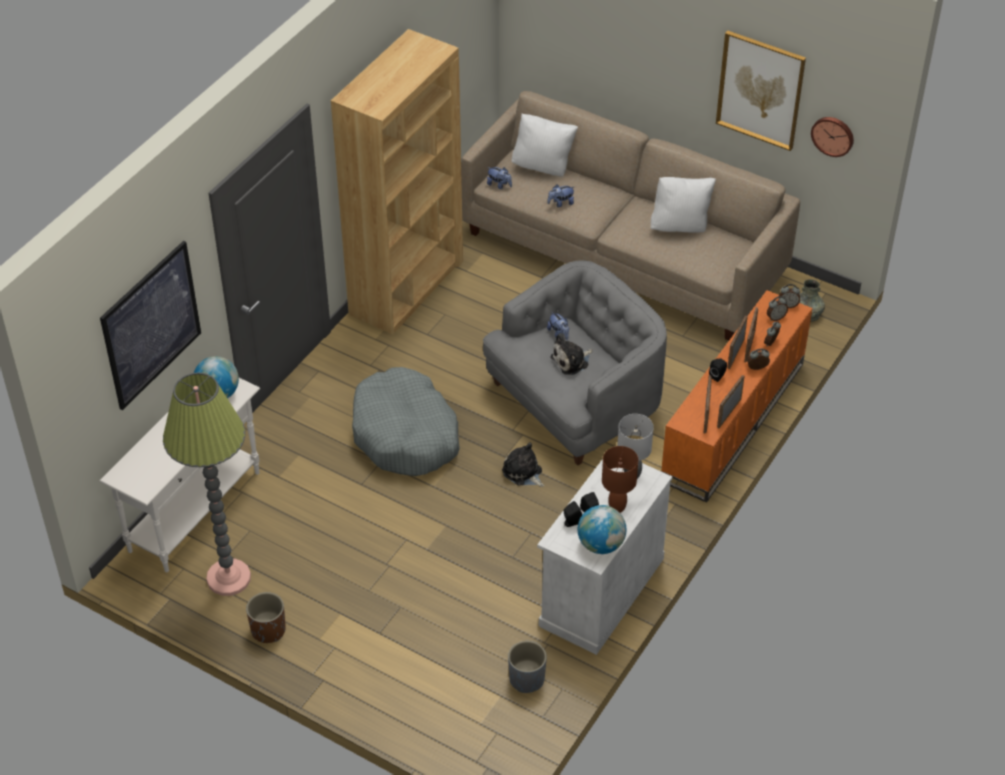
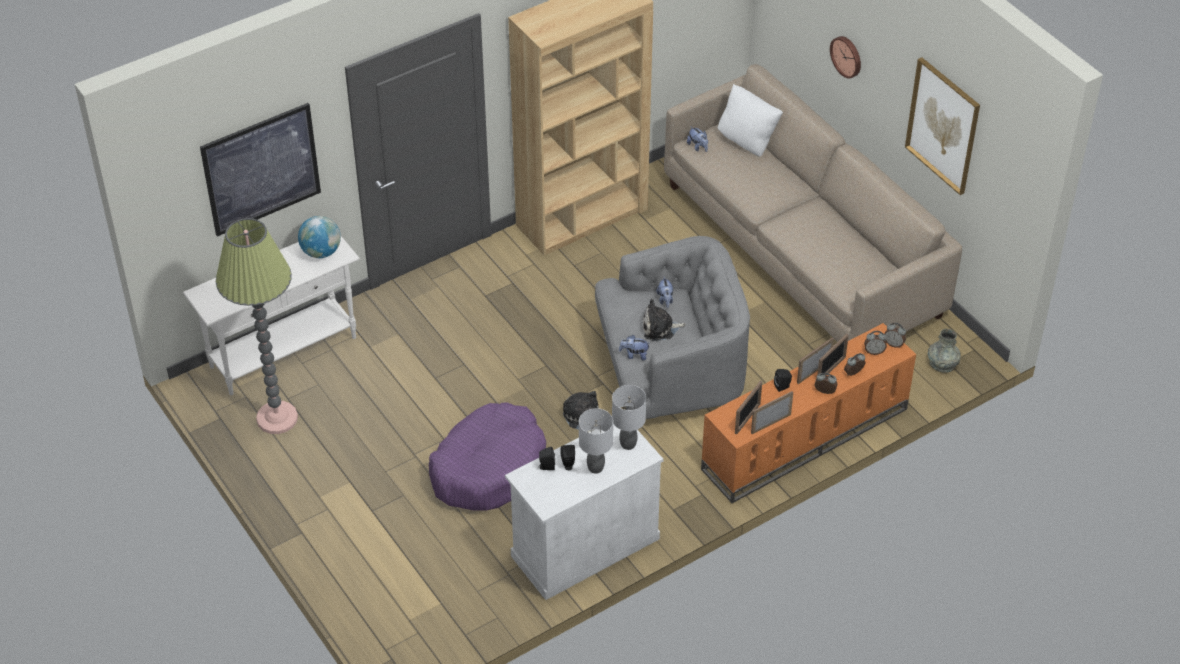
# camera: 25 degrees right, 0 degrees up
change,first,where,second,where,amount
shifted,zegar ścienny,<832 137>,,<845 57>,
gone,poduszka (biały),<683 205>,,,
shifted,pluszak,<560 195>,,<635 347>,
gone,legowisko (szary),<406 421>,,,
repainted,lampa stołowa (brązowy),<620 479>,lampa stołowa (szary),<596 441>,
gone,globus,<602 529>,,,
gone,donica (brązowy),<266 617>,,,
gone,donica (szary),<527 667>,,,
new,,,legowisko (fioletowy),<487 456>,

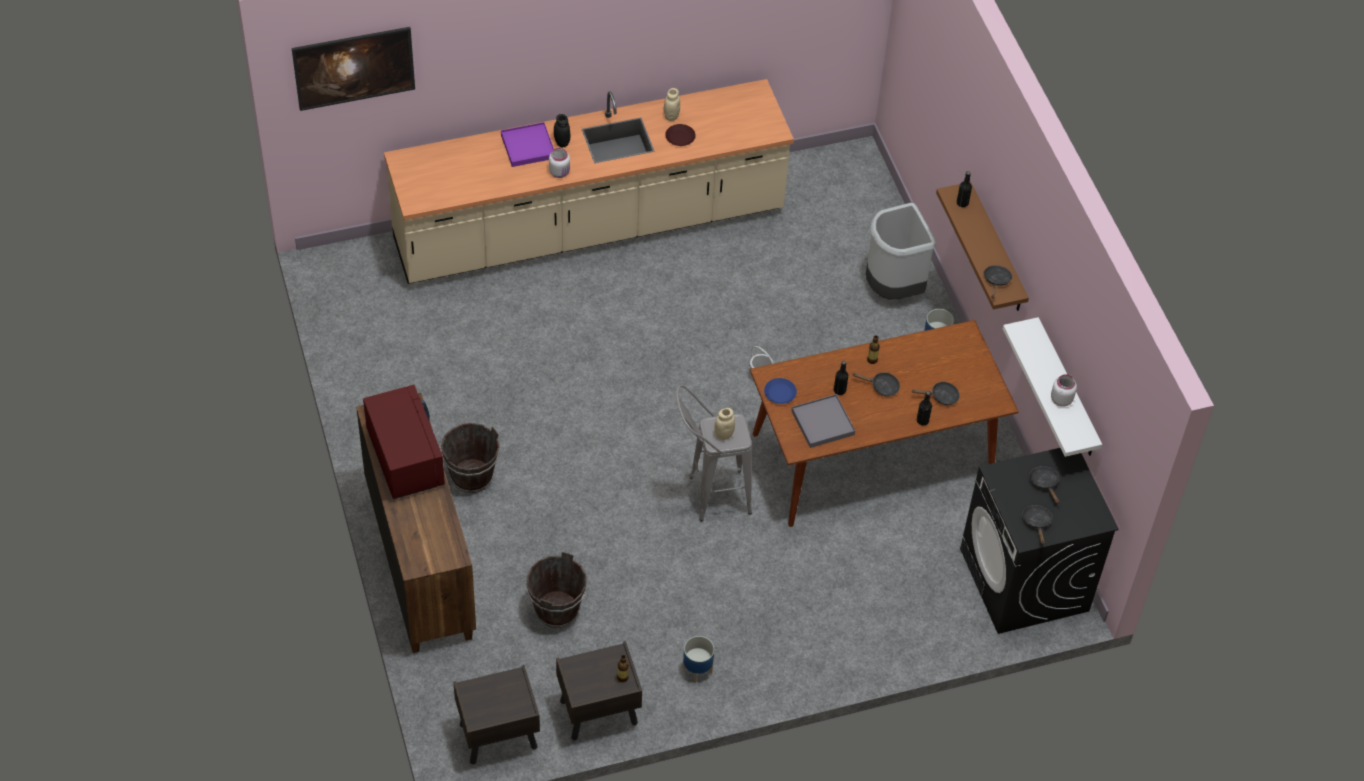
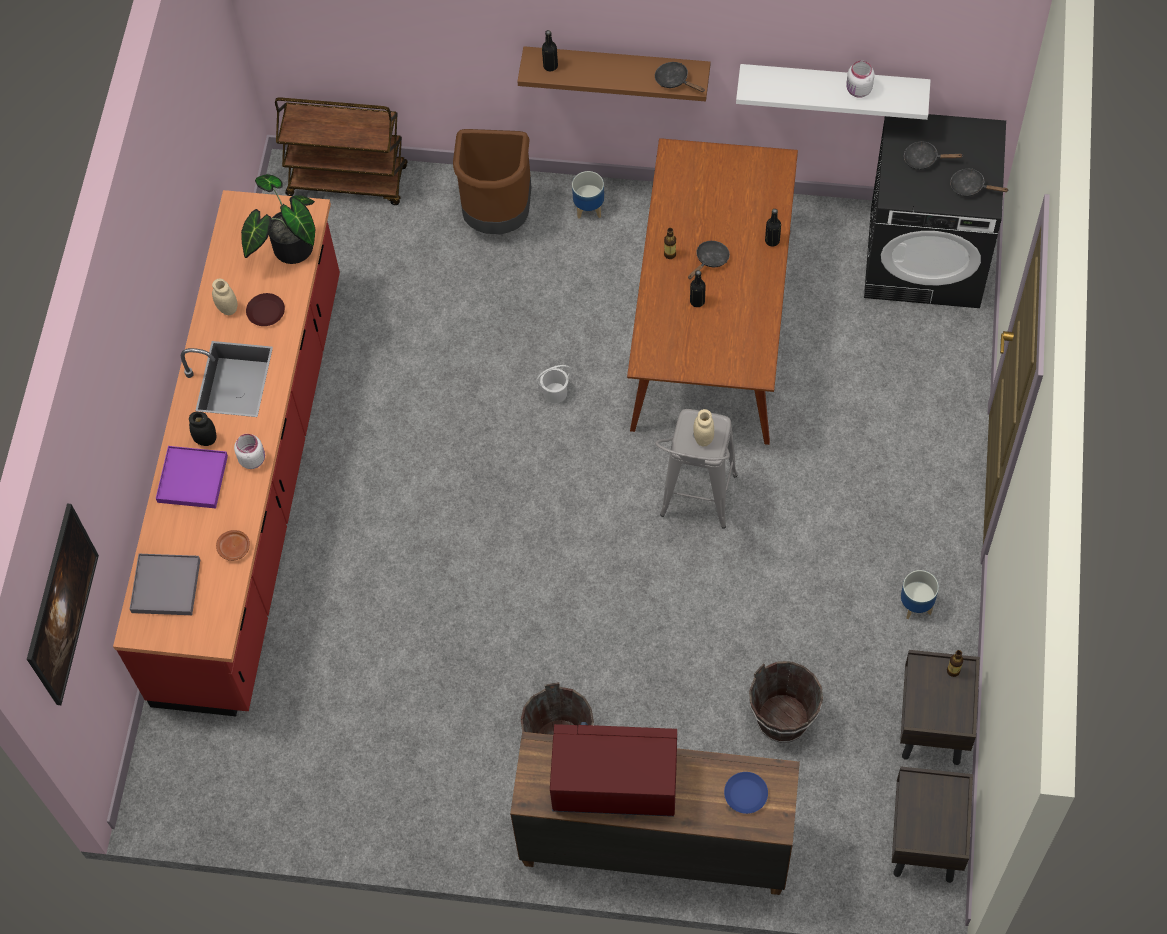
# camera: 60 degrees left, 10 degrees up
change,first,where,second,where,amount
repainted,zabudowa kuchenna (beżowy),<589 181>,zabudowa kuchenna (czerwony),<226 453>,
repainted,kosz na śmieci (szary),<901 251>,kosz na śmieci (brązowy),<492 181>,
shifted,talerz (niebieski),<780 391>,,<746 793>,
gone,patelnia (czarny),<935 393>,,,
shifted,taca (szary),<823 421>,,<165 584>,
new,,,wózek (brązowy),<341 151>,
new,,,roślina doniczkowa,<278 219>,
new,,,talerz (brązowy),<233 545>,

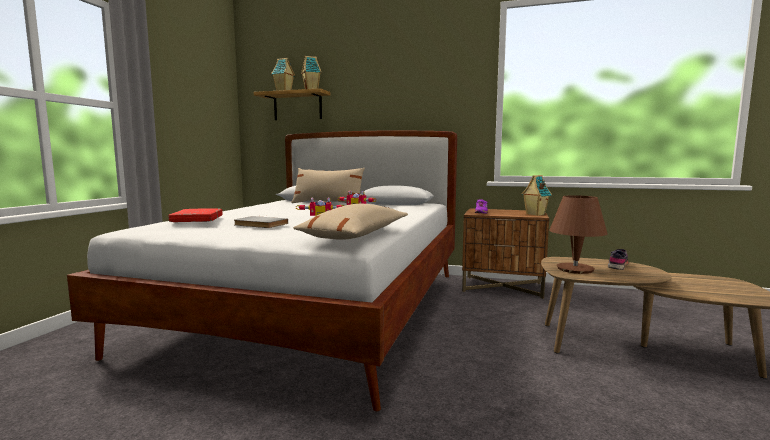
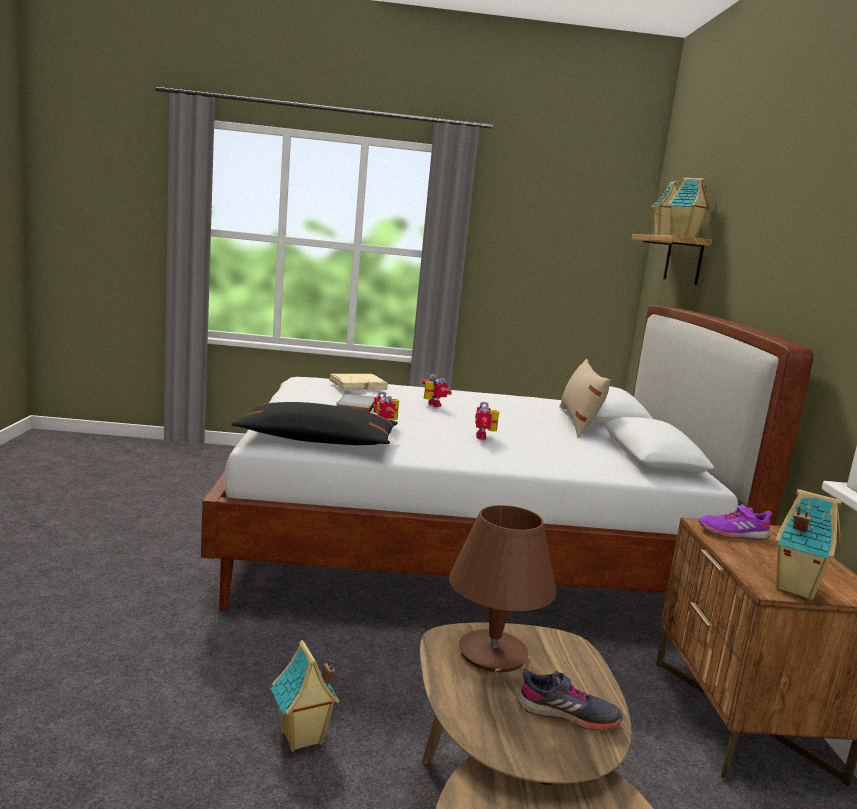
# camera: 70 degrees right, 5 degrees up
change,first,where,second,where,amount
repainted,poduszka (beżowy),<350 222>,poduszka (czarny),<314 423>,
repainted,książka (czerwony),<195 215>,książka (beżowy),<359 382>,
new,,,robot zabawkowy,<437 390>,
new,,,domek,<305 696>,

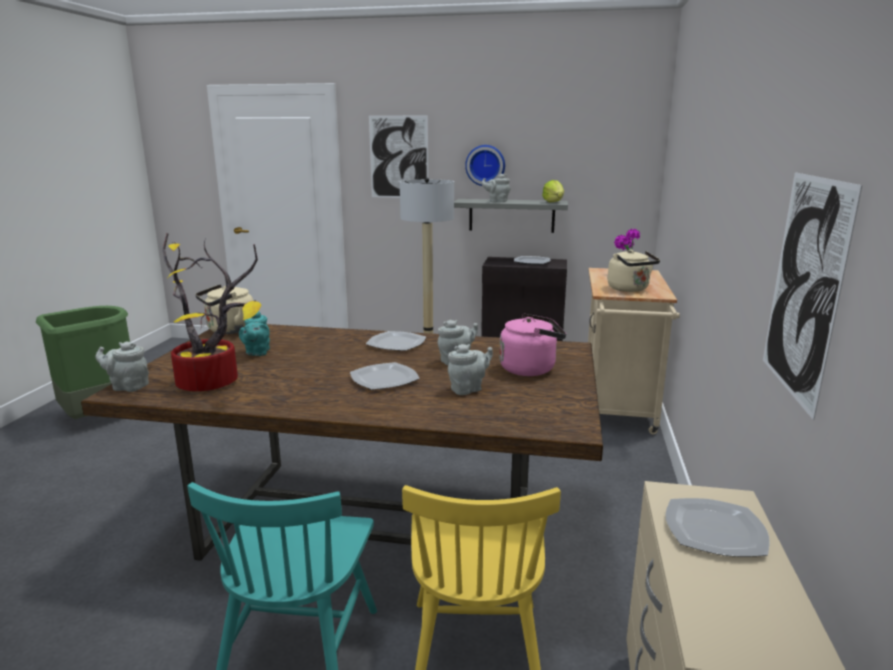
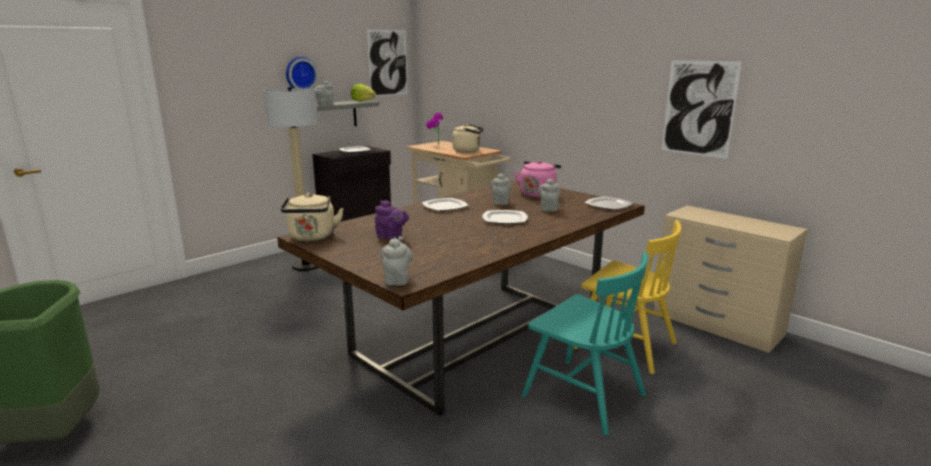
# camera: 55 degrees left, 0 degrees up
change,first,where,second,where,amount
shifted,obraz,<398 156>,,<387 62>,
gone,roślina doniczkowa,<212 312>,,,
repainted,imbryk (turkusowy),<254 333>,imbryk (fioletowy),<392 220>,
rotated,imbryk (szary),<122 366>,,<397 261>,135 degrees clockwise
shifted,talerz,<718 527>,,<608 203>,

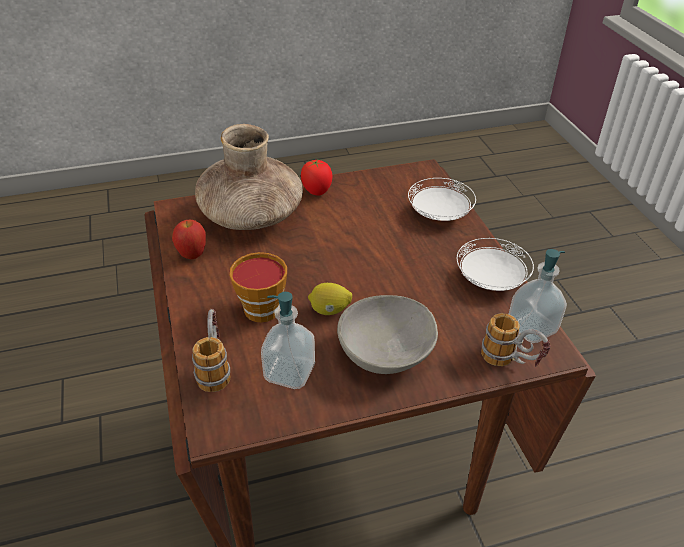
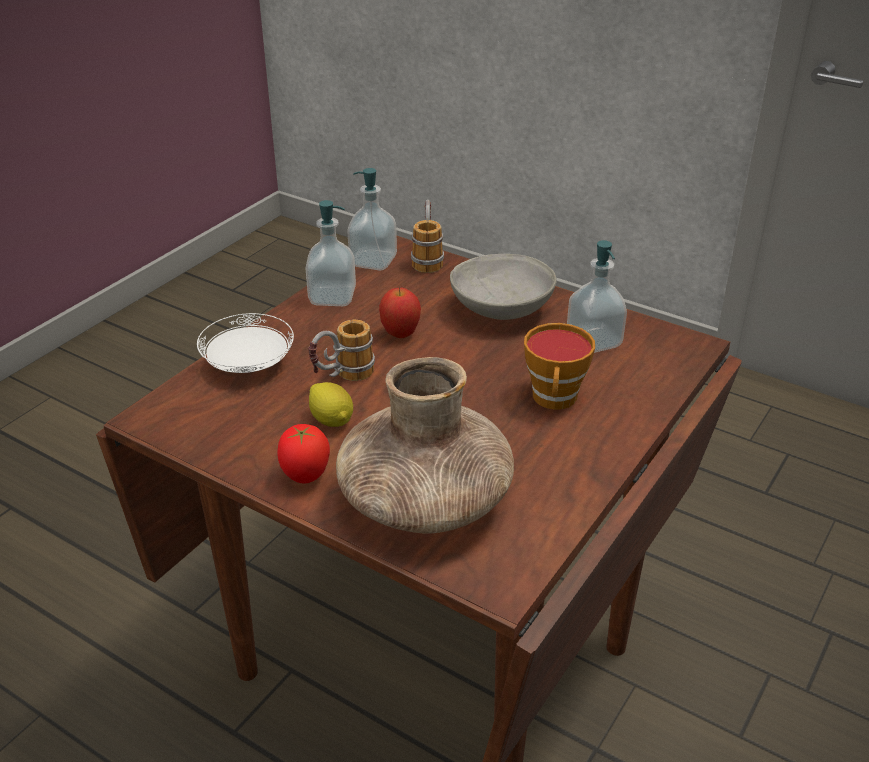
# camera: 130 degrees left, 5 degrees down
change,first,where,second,where,amount
shifted,jabłko,<189 239>,,<400 313>,
swapped,talerz (biały),<495 264>,dozownik mydła,<331 253>,
shifted,cytryna,<330 299>,,<331 404>,
shifted,kubek,<211 350>,,<341 350>,

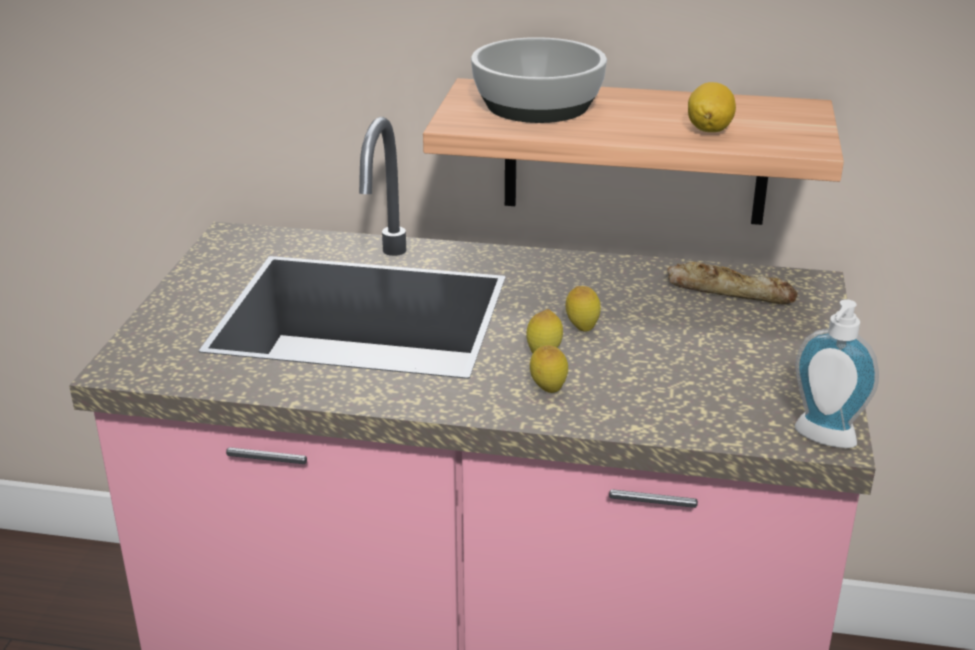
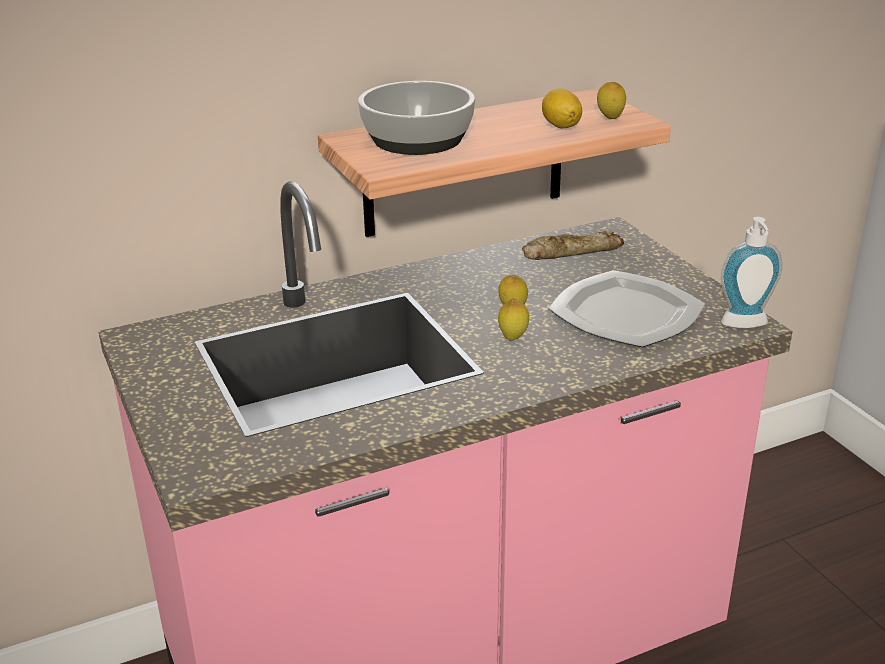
# camera: 35 degrees left, 0 degrees up
change,first,where,second,where,amount
shifted,cytryna,<549 369>,,<611 100>,
new,,,talerz,<626 308>,

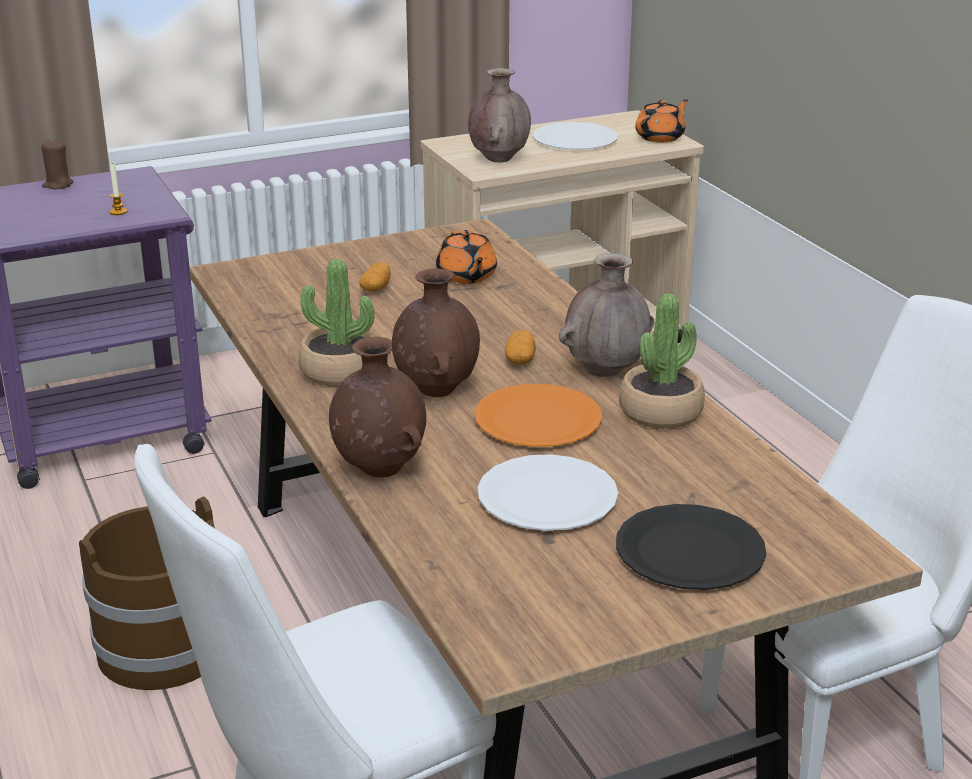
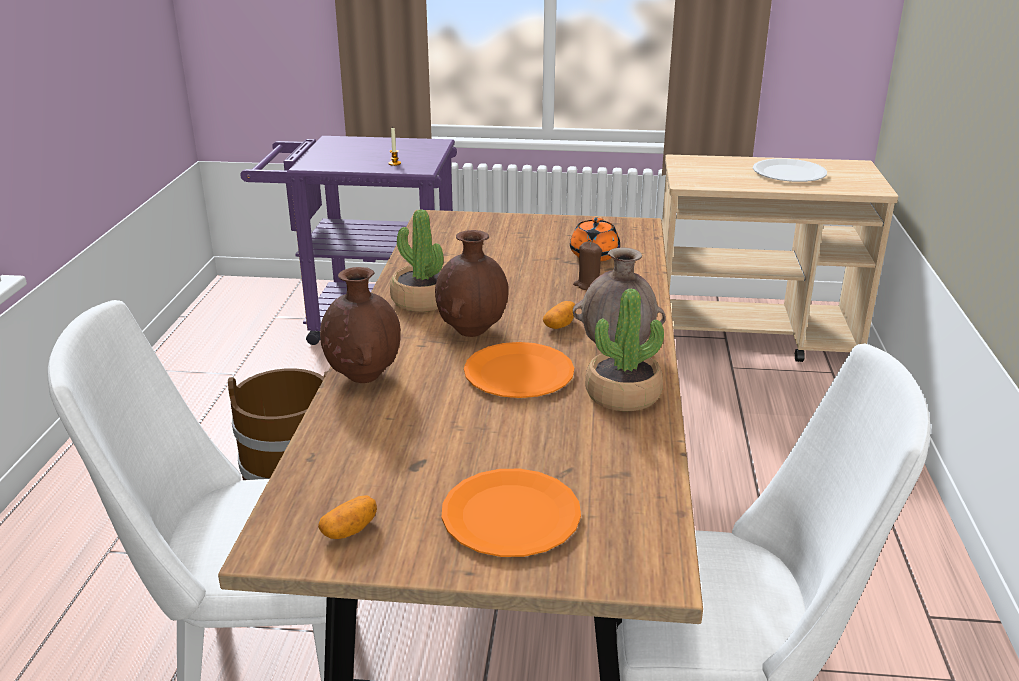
# camera: 30 degrees right, 0 degrees up
change,first,where,second,where,amount
gone,wazon (brązowy),<499 115>,,,
gone,imbryk (pomarańczowy),<661 121>,,,
shifted,świeca (brązowy),<57 164>,,<587 266>,
shifted,ziemniak,<375 277>,,<347 517>,
gone,talerz (biały),<548 492>,,,
repainted,talerz (czarny),<691 547>,talerz (pomarańczowy),<511 513>,

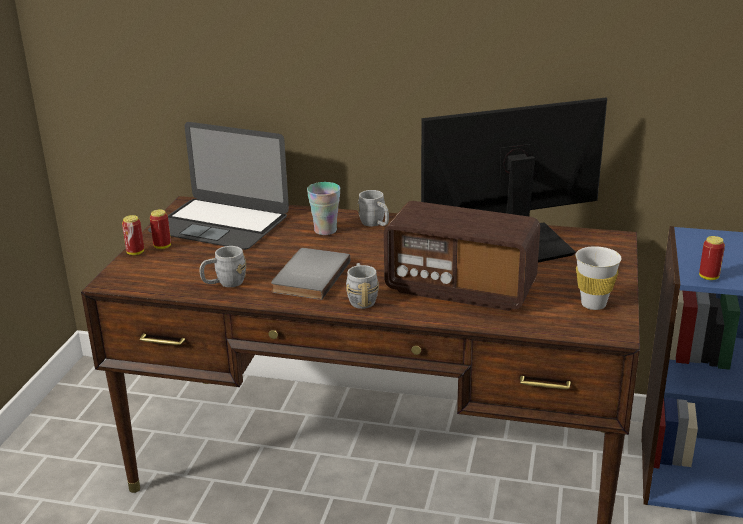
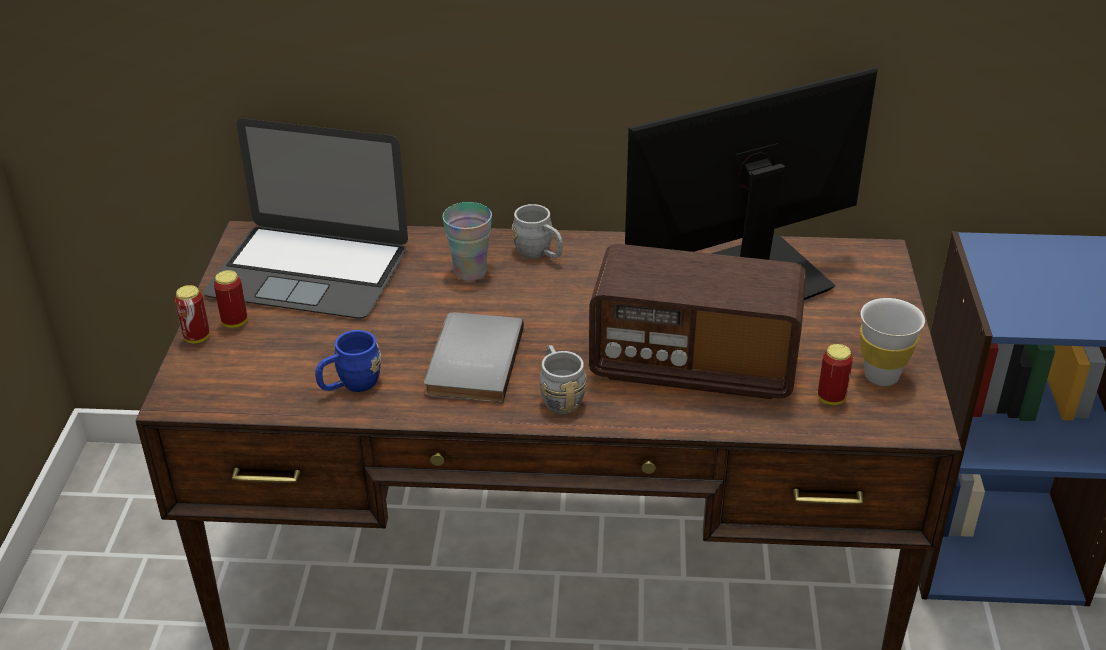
# camera: 10 degrees left, 10 degrees up
change,first,where,second,where,amount
shifted,puszka,<712 258>,,<835 374>,
repainted,kubek (szary),<222 266>,kubek (niebieski),<348 361>,

